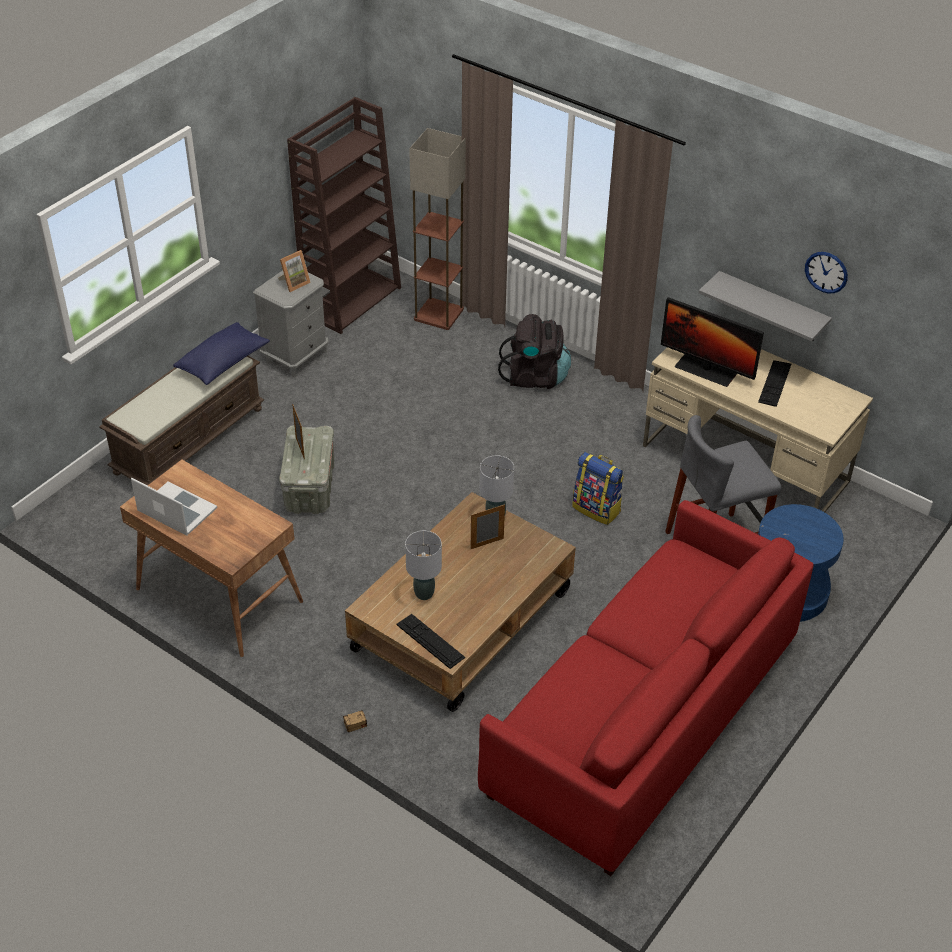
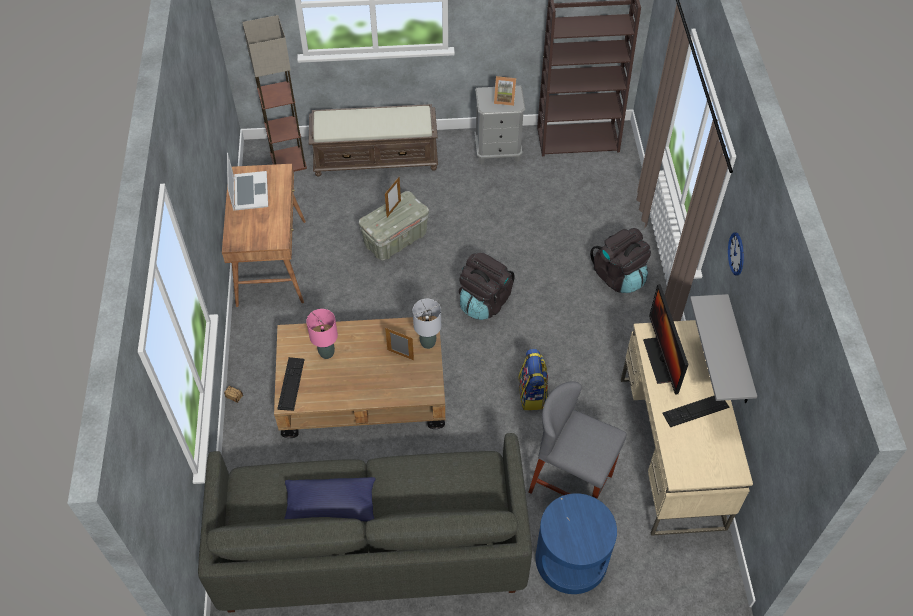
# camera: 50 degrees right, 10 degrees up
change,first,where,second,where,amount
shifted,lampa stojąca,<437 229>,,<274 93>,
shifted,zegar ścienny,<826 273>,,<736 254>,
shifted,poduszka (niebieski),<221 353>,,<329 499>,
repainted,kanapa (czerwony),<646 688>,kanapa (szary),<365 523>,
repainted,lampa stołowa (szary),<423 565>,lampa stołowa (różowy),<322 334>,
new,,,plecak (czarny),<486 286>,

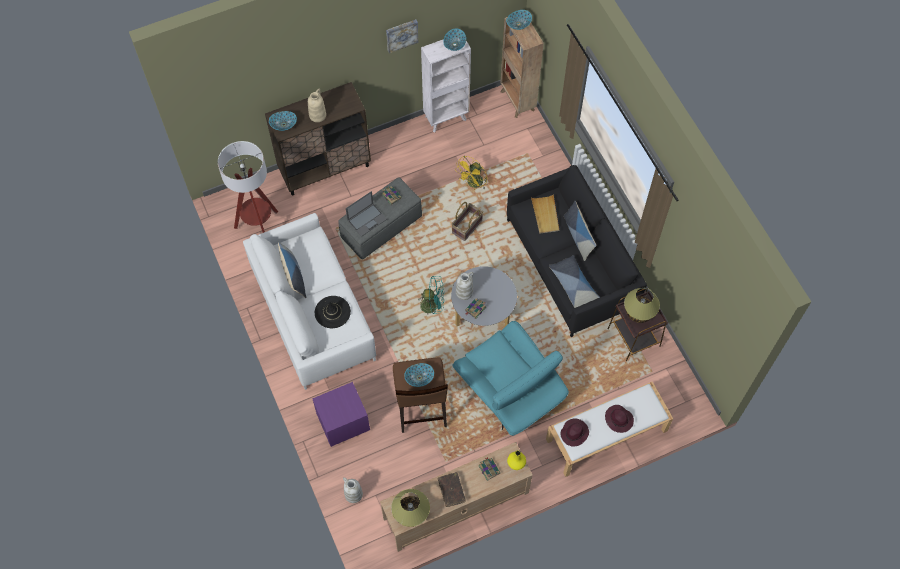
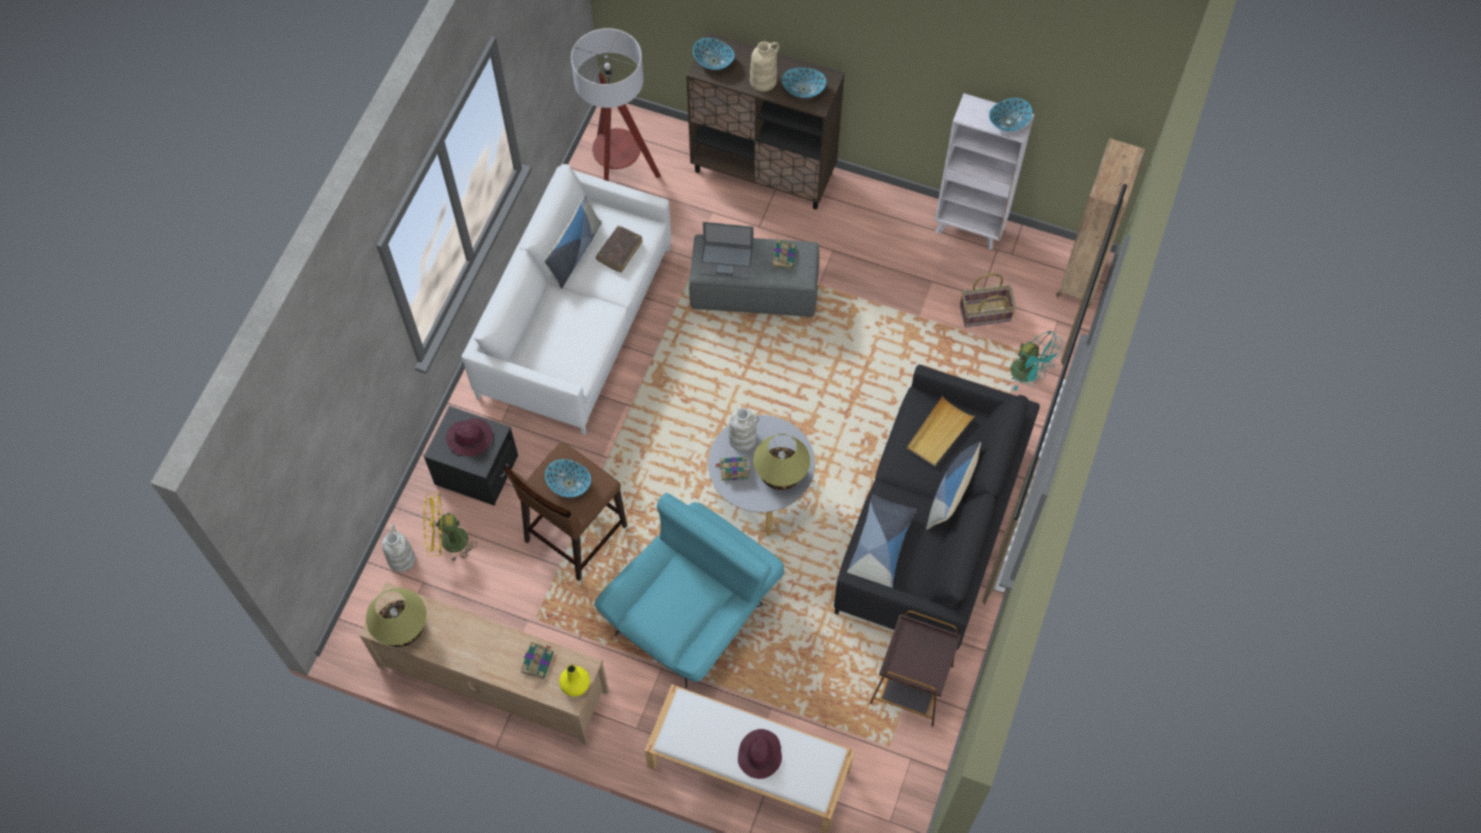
# camera: 45 degrees right, 0 degrees up
change,first,where,second,where,amount
shifted,miska,<519 20>,,<804 83>,
gone,obraz,<402 36>,,,
shifted,wentylator (żółty),<471 173>,,<450 527>,
shifted,koszyk,<467 221>,,<988 300>,
shifted,wentylator (turkusowy),<431 295>,,<1036 361>,
shifted,lampa stołowa,<642 305>,,<781 462>,
gone,kapelusz (czarny),<333 312>,,,
rotated,fotel (turkusowy),<510 378>,,<689 590>,150 degrees counterclockwise
repainted,szafka nocna (fioletowy),<341 414>,szafka nocna (czarny),<471 456>,
shifted,kapelusz (fioletowy),<574 432>,,<469 437>,
shifted,książka (brązowy),<452 489>,,<619 249>,

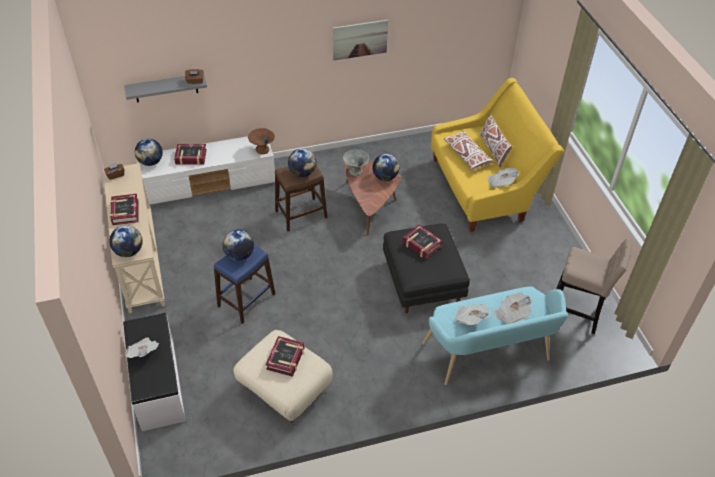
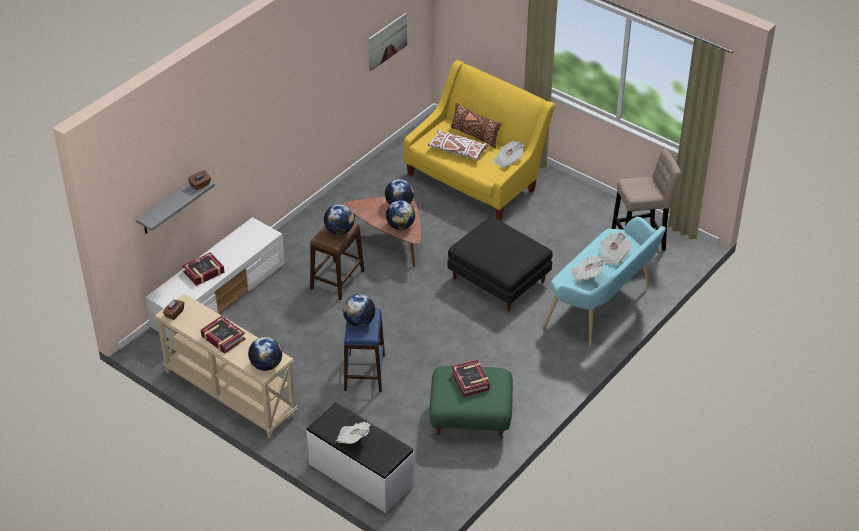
# camera: 35 degrees left, 5 degrees down
change,first,where,second,where,amount
shifted,obraz,<360 40>,,<387 42>,
repainted,poduszka (biały),<496 141>,poduszka (brązowy),<476 125>,
gone,miska (brązowy),<261 141>,,,
shifted,globus,<149 152>,,<400 215>,
gone,miska (szary),<356 162>,,,
gone,książka,<422 242>,,,
repainted,pufa (beżowy),<283 377>,pufa (zielony),<471 402>,

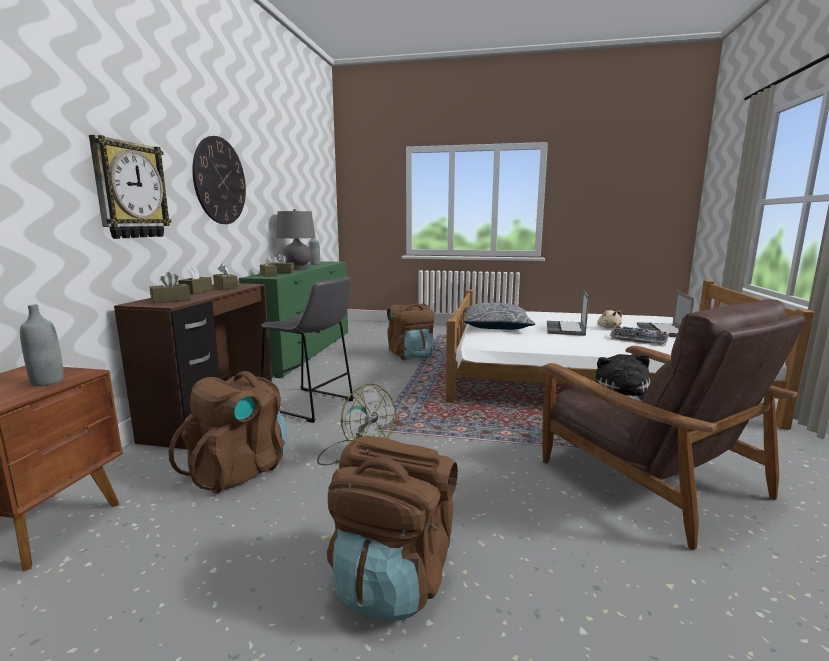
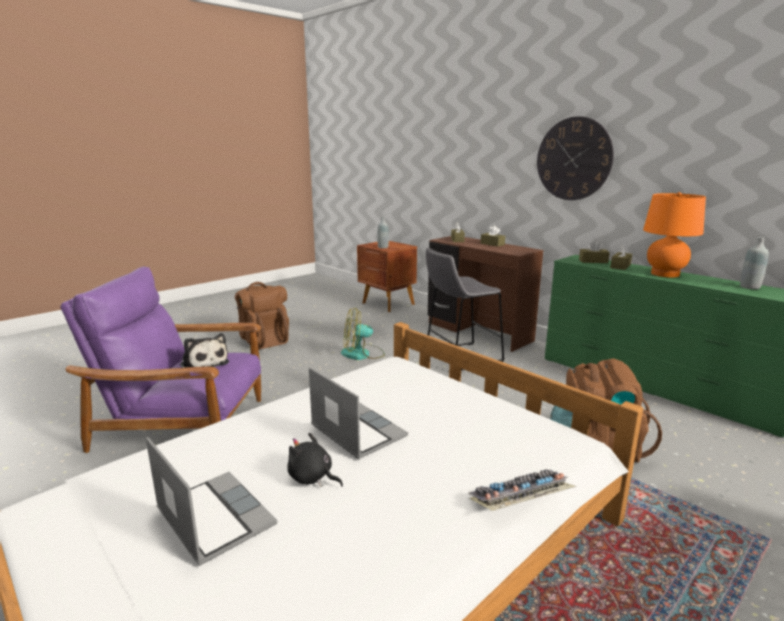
# camera: 125 degrees right, 5 degrees up
change,first,where,second,where,amount
gone,zegar ścienny,<130 187>,,,
repainted,lampa stołowa (szary),<296 239>,lampa stołowa (pomarańczowy),<674 235>,
gone,pudełko chusteczek (brązowy),<225 277>,,,
repainted,fotel (brązowy),<673 424>,fotel (fioletowy),<161 360>,
gone,poduszka,<499 316>,,,
repainted,pluszak (beżowy),<609 319>,pluszak (czarny),<315 460>,
shifted,klawiatura,<639 336>,,<522 490>,
gone,plecak (brązowy),<228 432>,,,

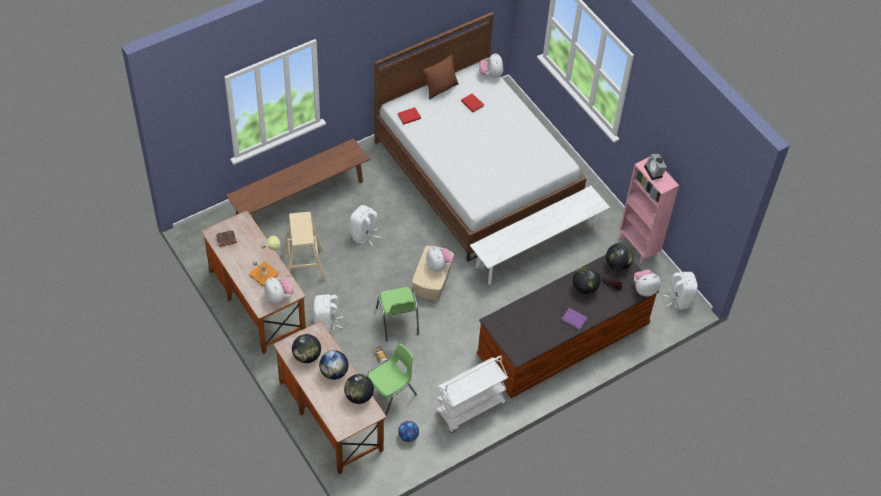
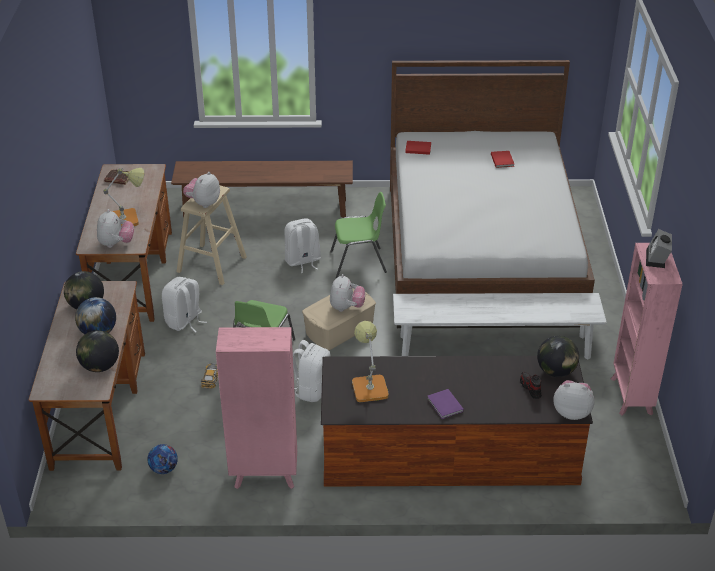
# camera: 35 degrees right, 15 degrees down
change,first,where,second,where,amount
shifted,pluszak,<491 65>,,<201 190>,
gone,poduszka (brązowy),<441 77>,,,
gone,globus,<587 280>,,,
shifted,plecak (biały),<680 291>,,<312 371>,
shifted,krzesło (zielony),<392 381>,,<358 235>,
swapped,wózek (biały),<472 394>,regał (różowy),<256 408>,
new,,,lampa stołowa,<370 361>,

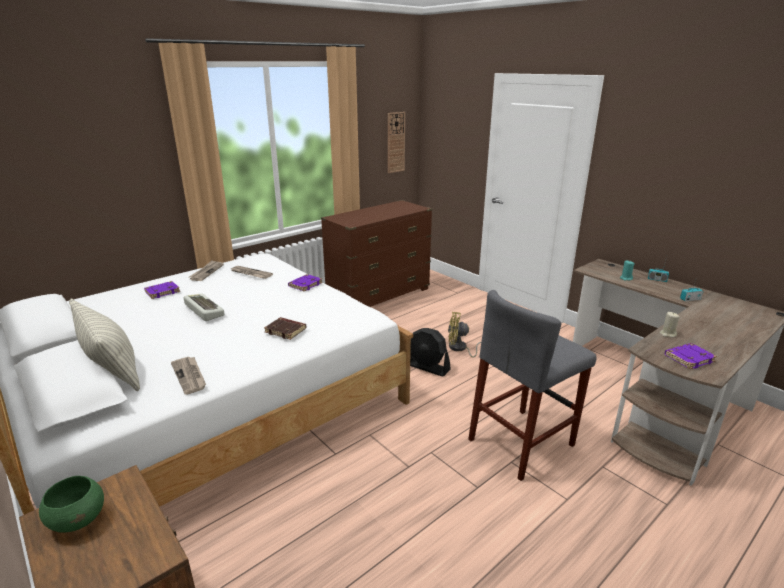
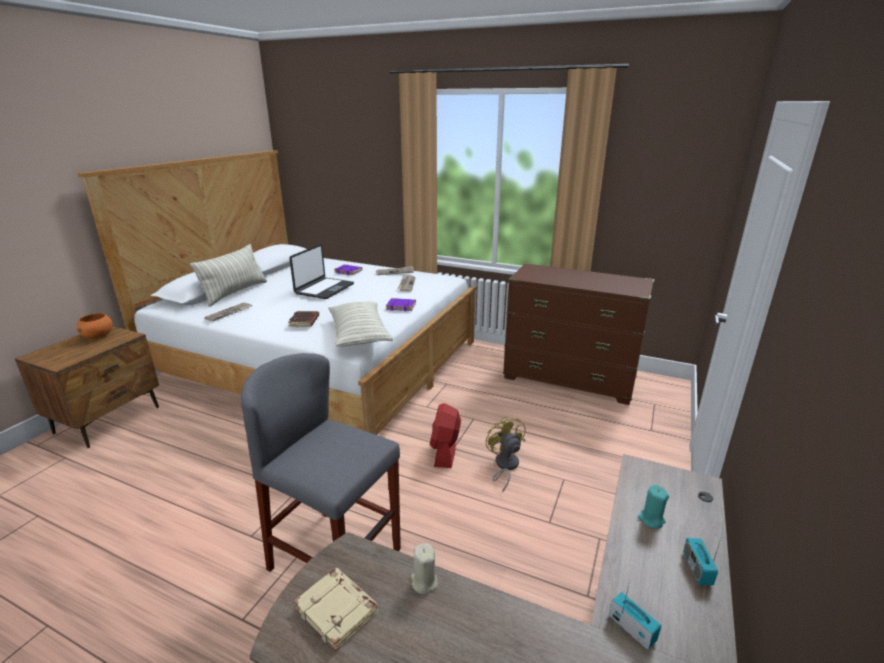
# camera: 65 degrees right, 0 degrees up
change,first,where,second,where,amount
gone,zegar ścienny,<396 142>,,,
swapped,klawiatura,<204 307>,laptop,<321 271>,
repainted,wentylator (czarny),<430 352>,wentylator (czerwony),<445 435>,
repainted,książka (fioletowy),<691 356>,książka (beżowy),<336 609>,
repainted,miska (zielony),<71 504>,miska (pomarańczowy),<95 326>,
new,,,poduszka,<360 324>,

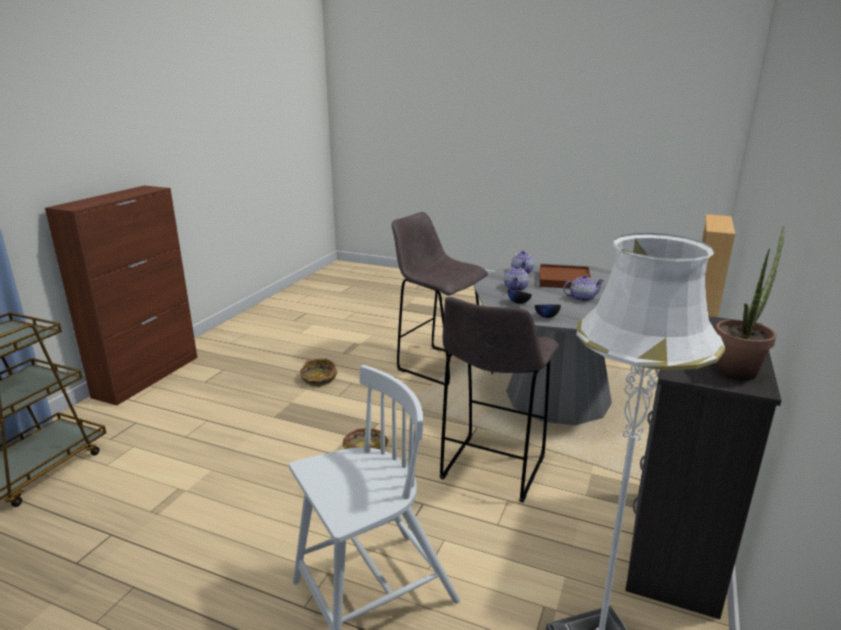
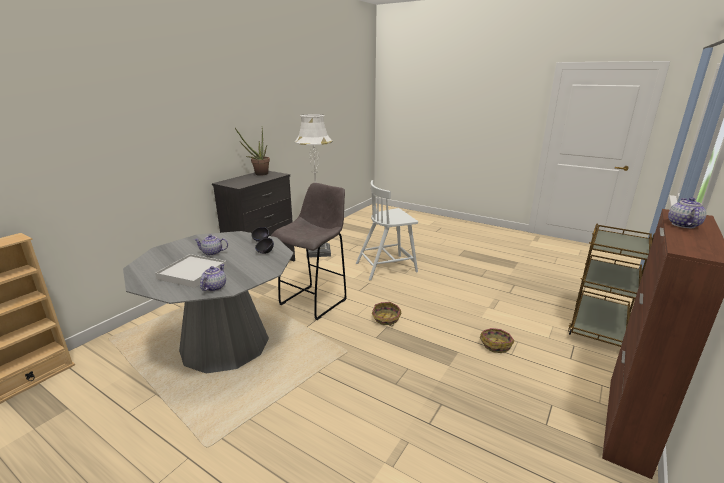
# camera: 170 degrees left, 0 degrees up
change,first,where,second,where,amount
gone,stołek (szary),<440 298>,,,
repainted,taca (brązowy),<565 276>,taca (biały),<191 271>,
shifted,imbryk,<516 278>,,<687 212>,
shifted,koszyk,<319 373>,,<497 340>,

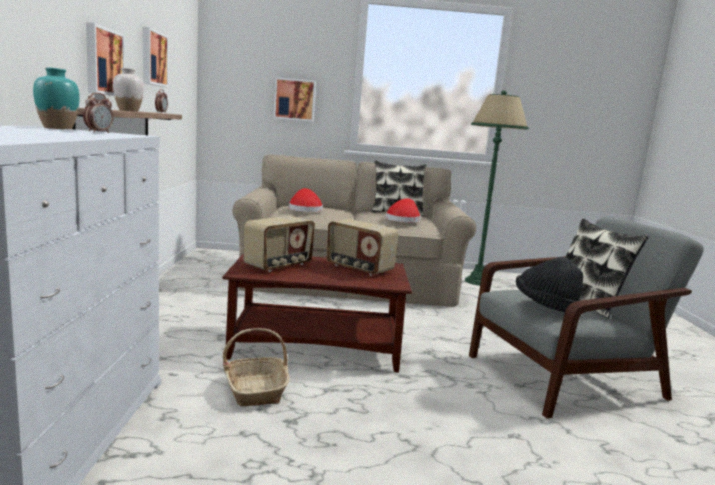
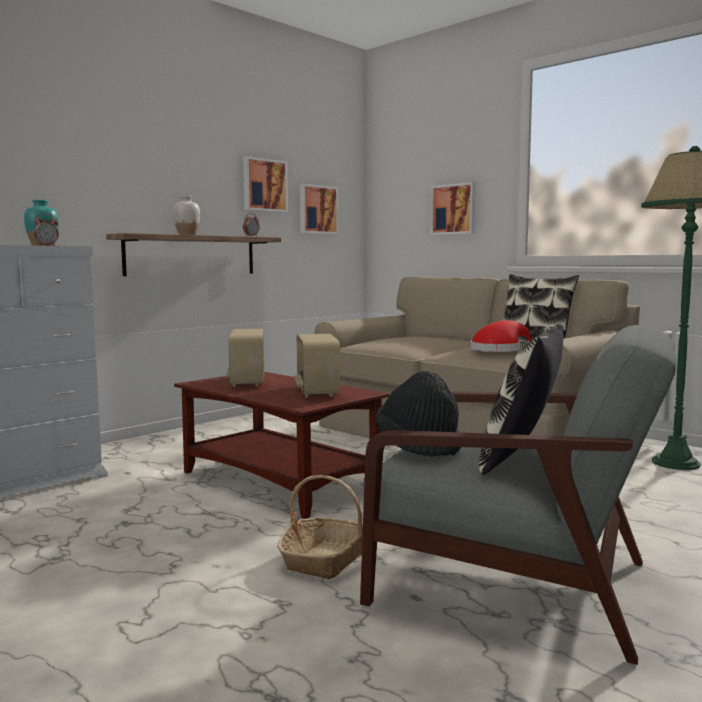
# camera: 45 degrees right, 5 degrees down
change,first,where,second,where,amount
shifted,obraz,<105 59>,,<319 209>,
gone,kapelusz (czerwony),<306 200>,,,
rotated,radio,<279 244>,,<245 358>,90 degrees clockwise
shifted,koszyk,<256 367>,,<320 527>,

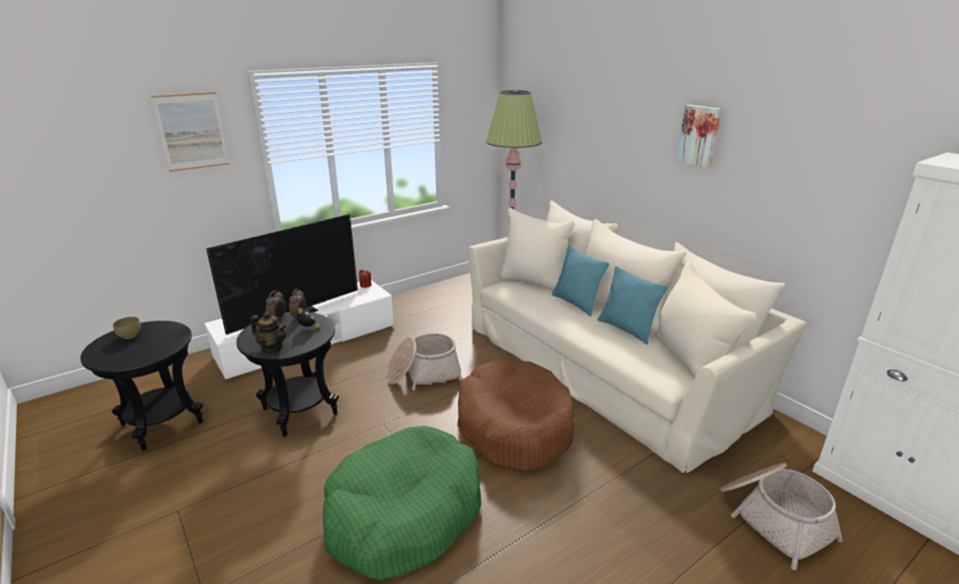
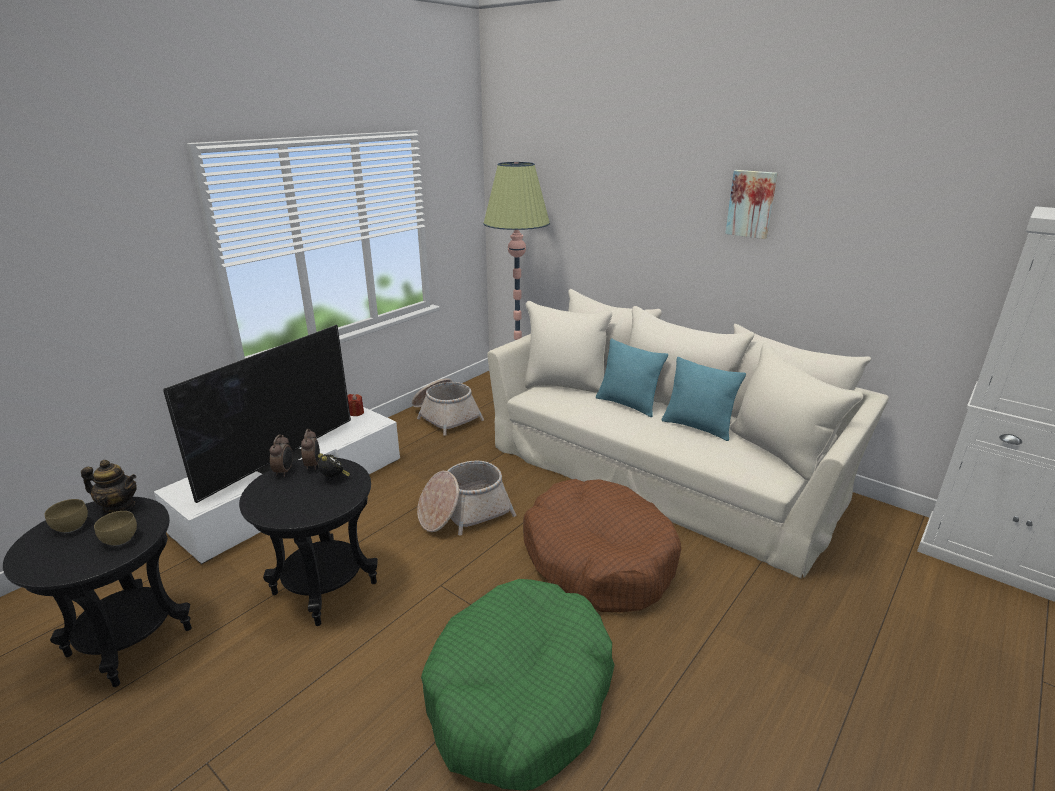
# camera: 15 degrees left, 0 degrees up
change,first,where,second,where,amount
gone,obraz,<190 132>,,,
shifted,imbryk,<268 332>,,<109 487>,
shifted,koszyk,<781 516>,,<448 407>,
new,,,miska (brązowy),<115 528>,

